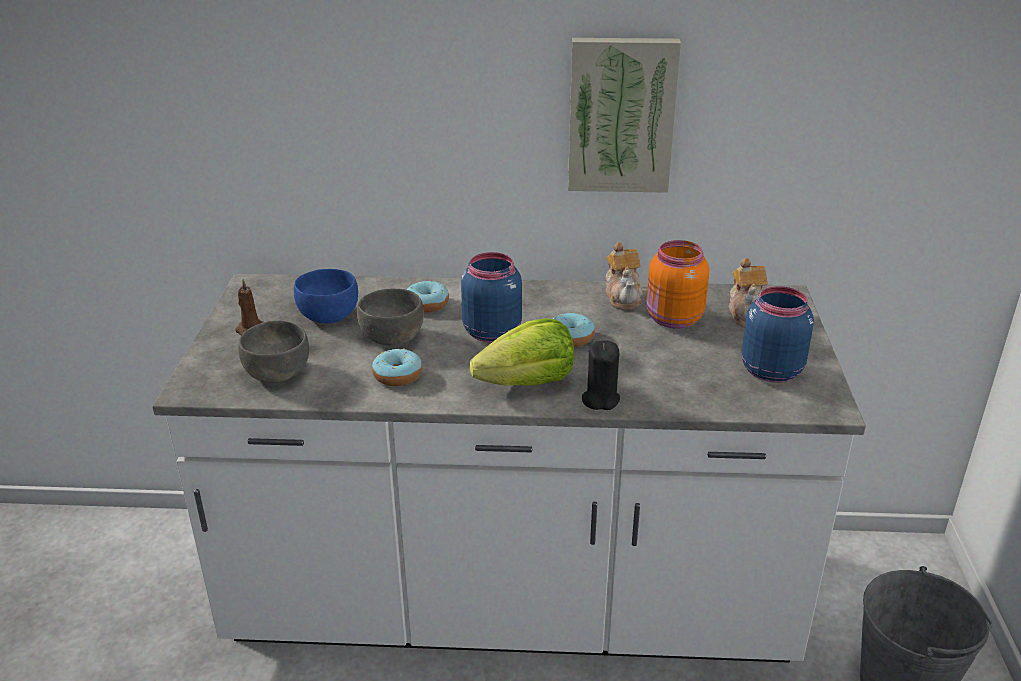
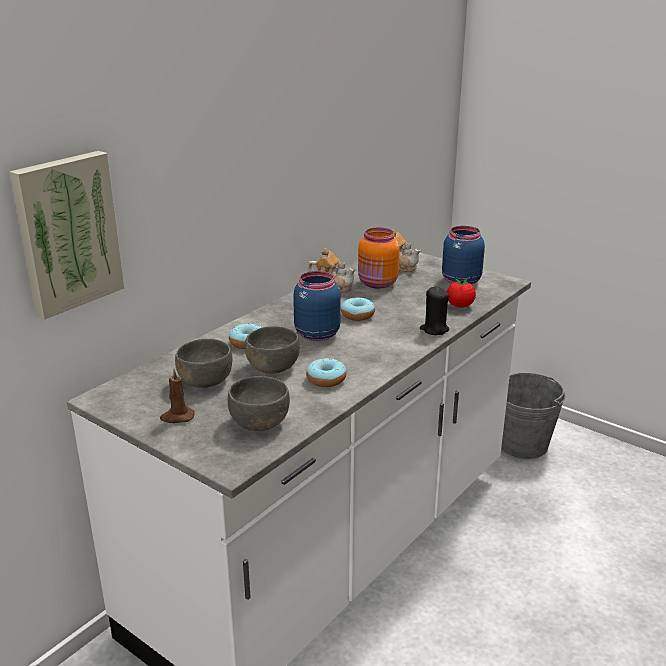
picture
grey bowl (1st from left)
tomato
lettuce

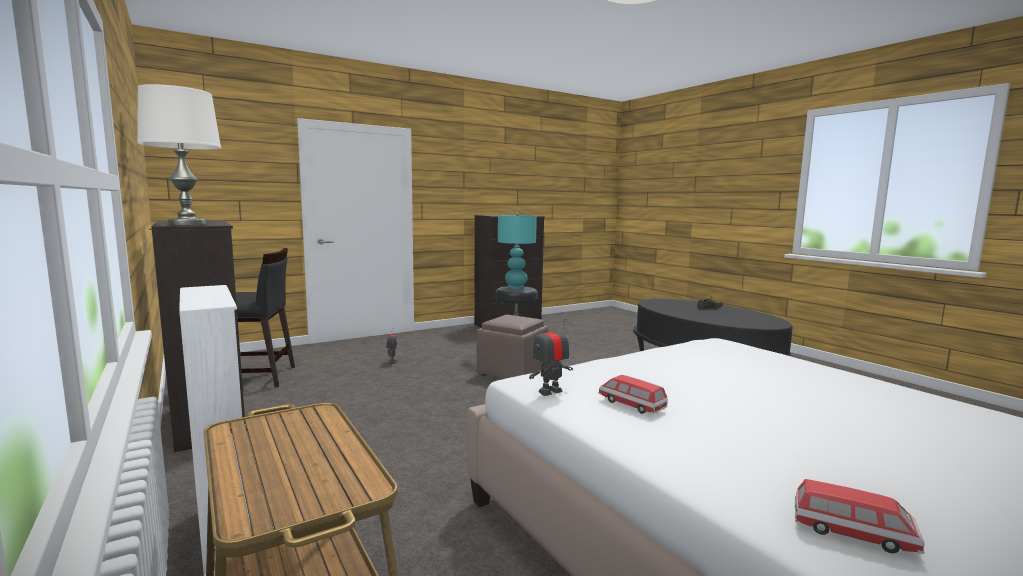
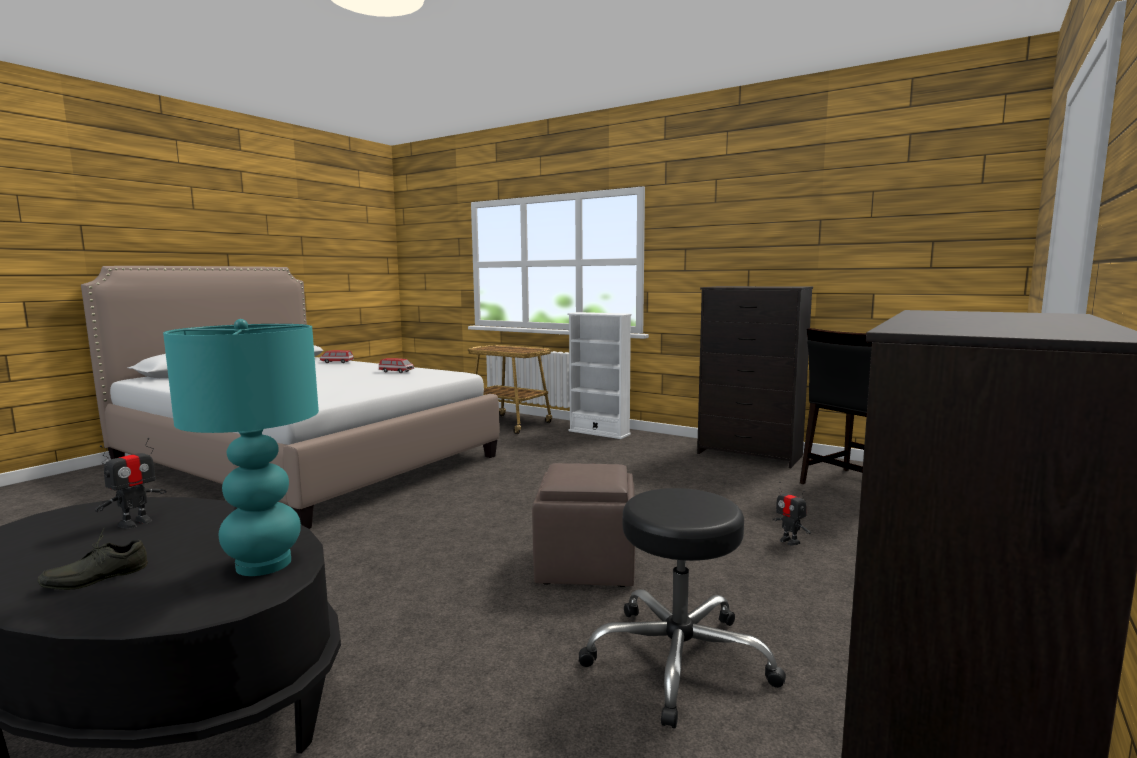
toy robot (1st from left)
turquoise table lamp
white table lamp

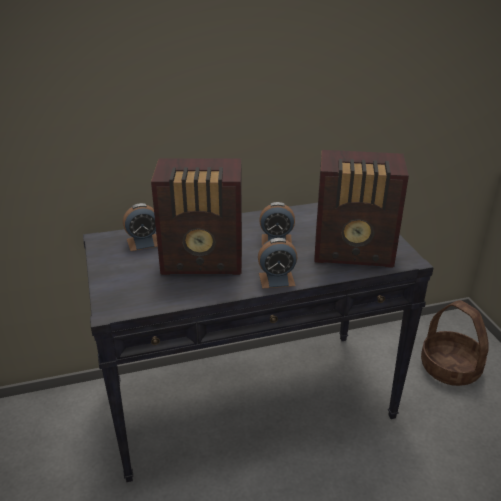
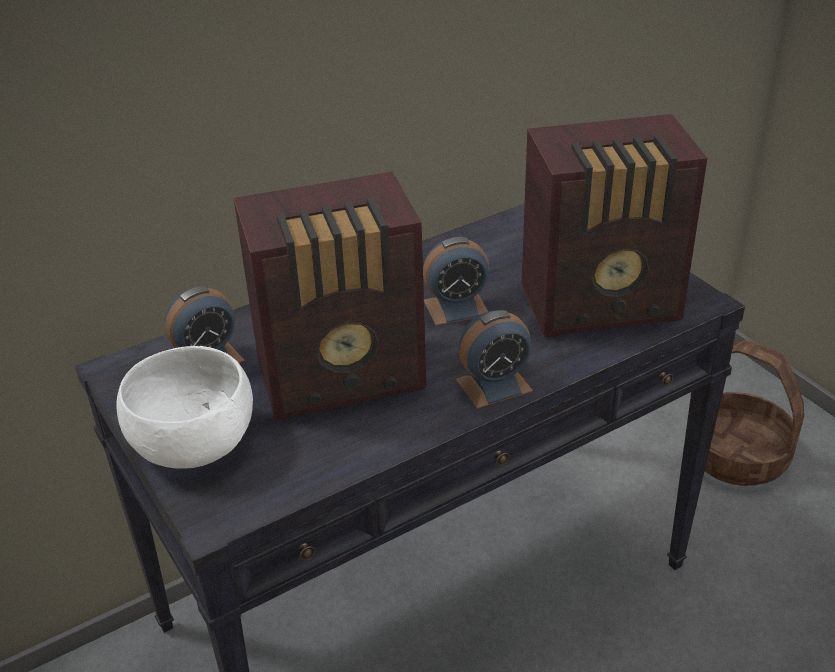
white bowl

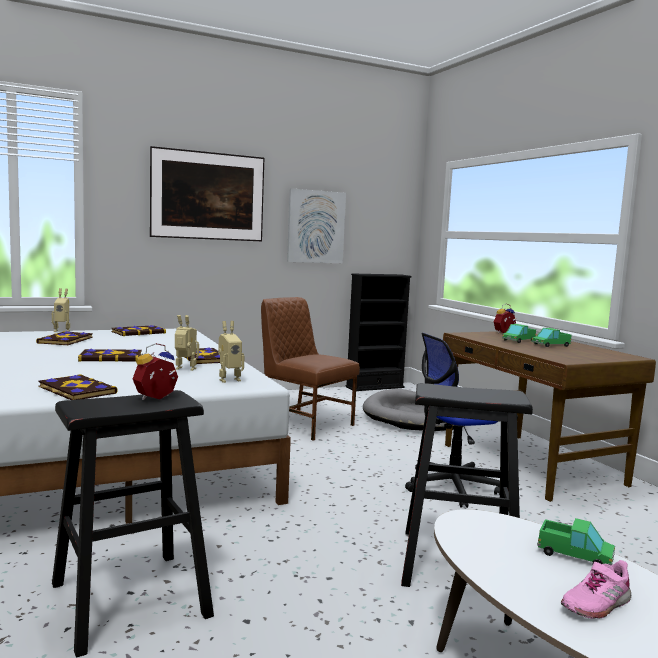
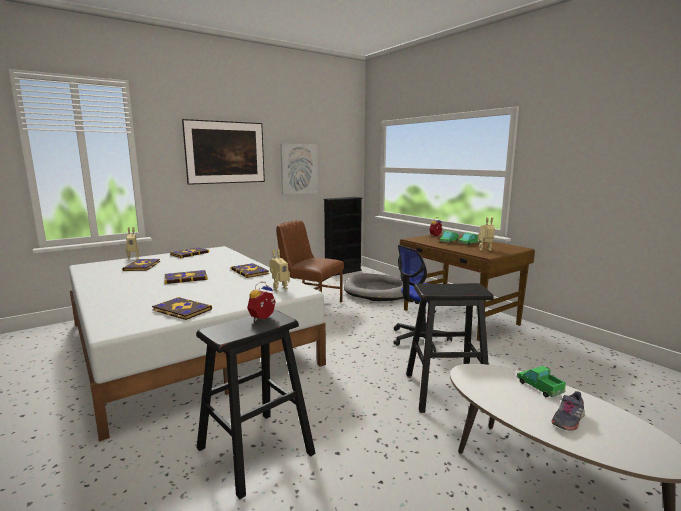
toy robot (3rd from left)
toy truck (3rd from left)
grey shoe

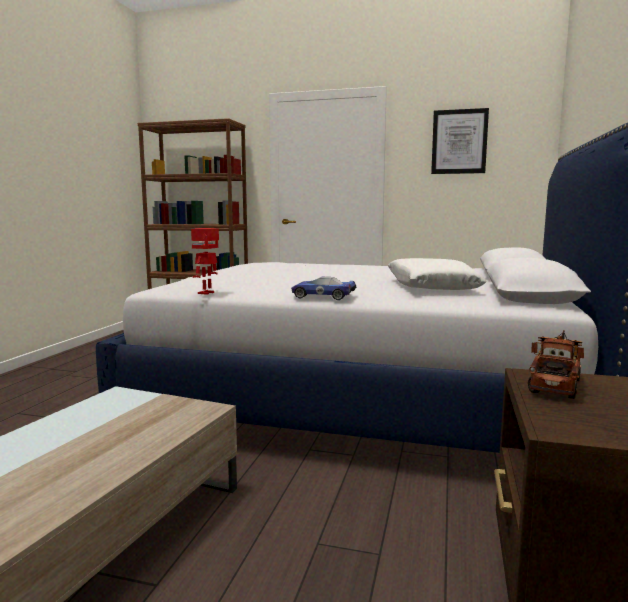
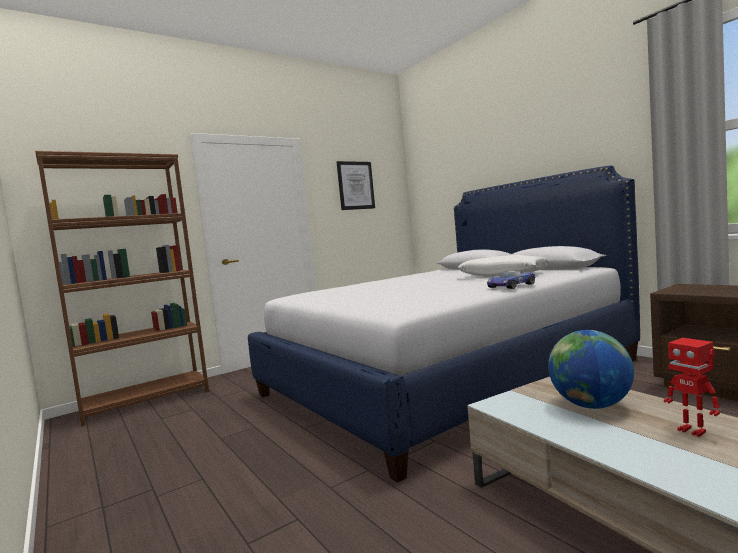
globe
toy robot
toy truck

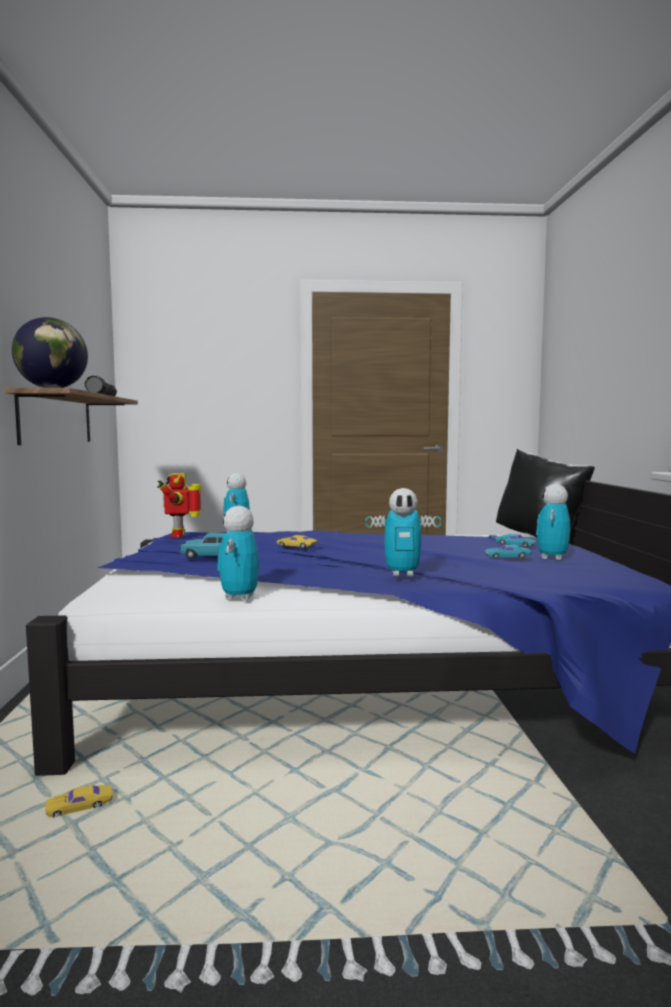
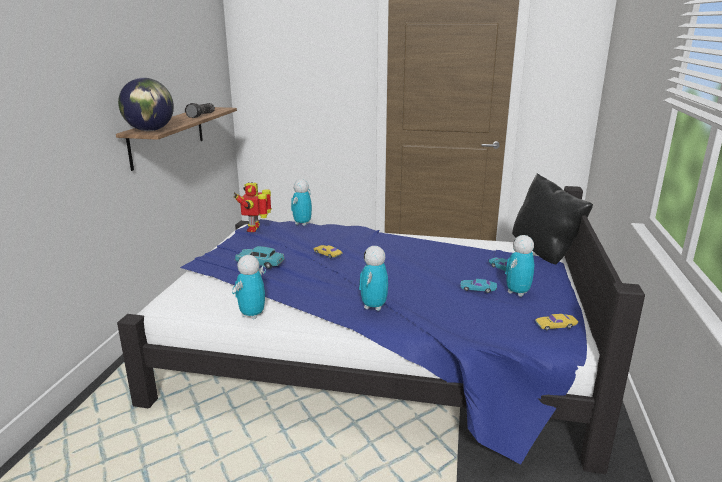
toy robot (4th from left)
yellow toy car (2nd from left)

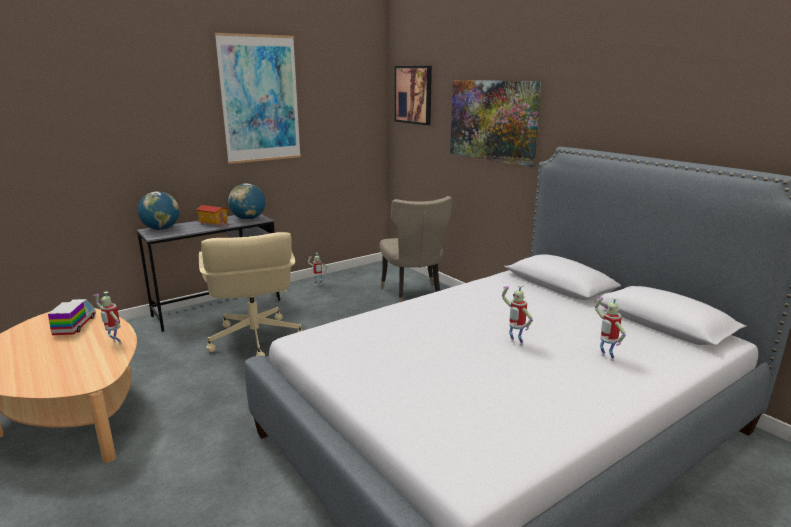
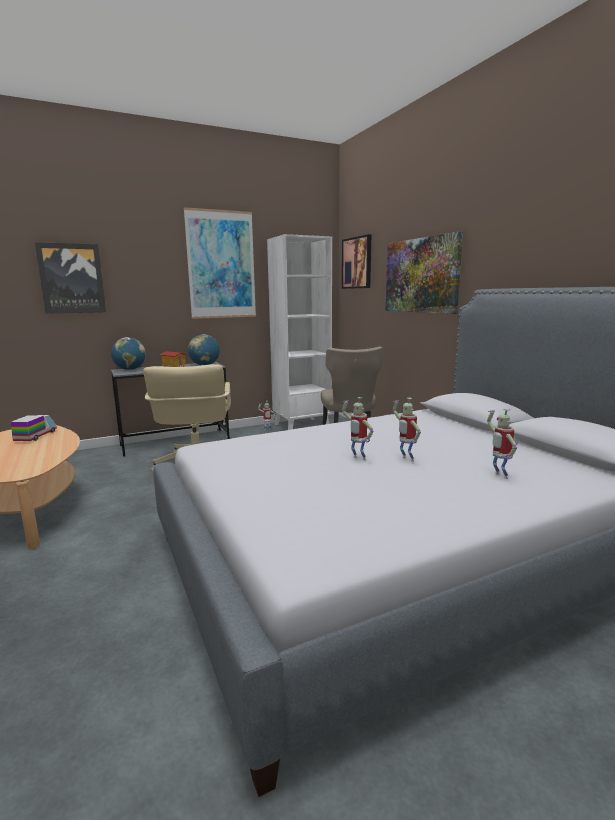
picture (1st from left)
white bookcase
toy robot (2nd from left)

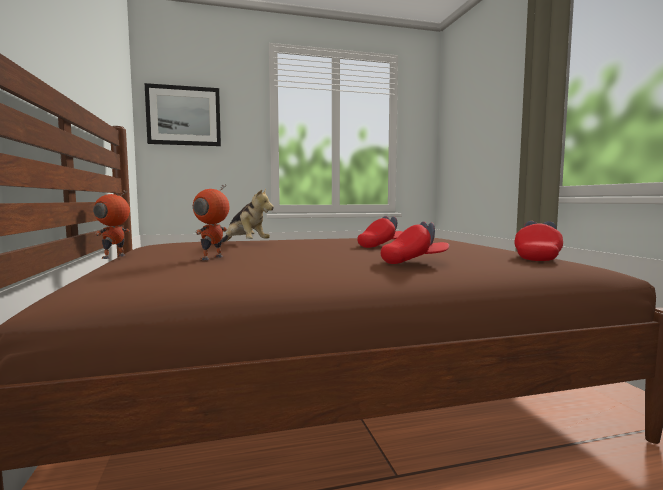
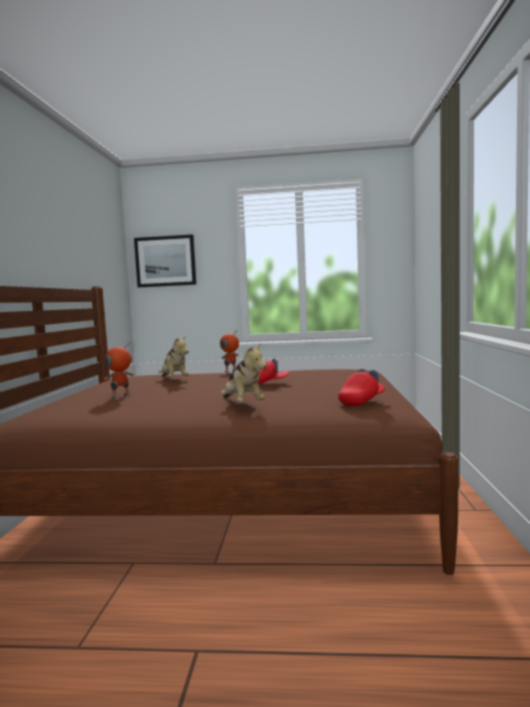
toy robot (2nd from left)
plush toy (2nd from left)

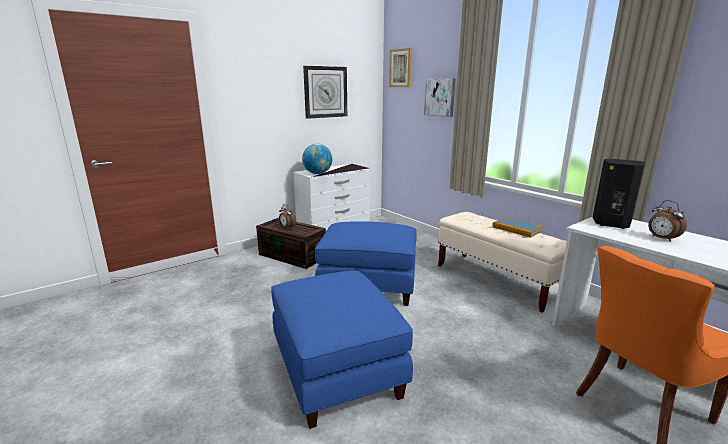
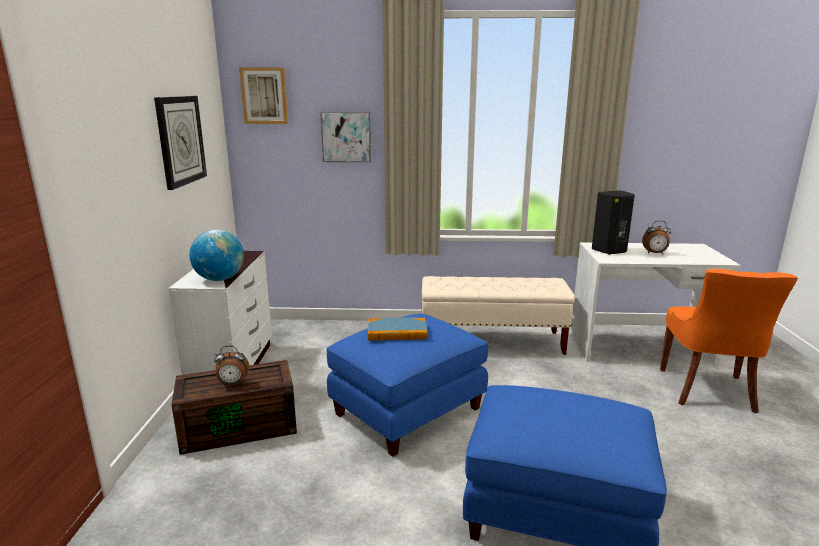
book

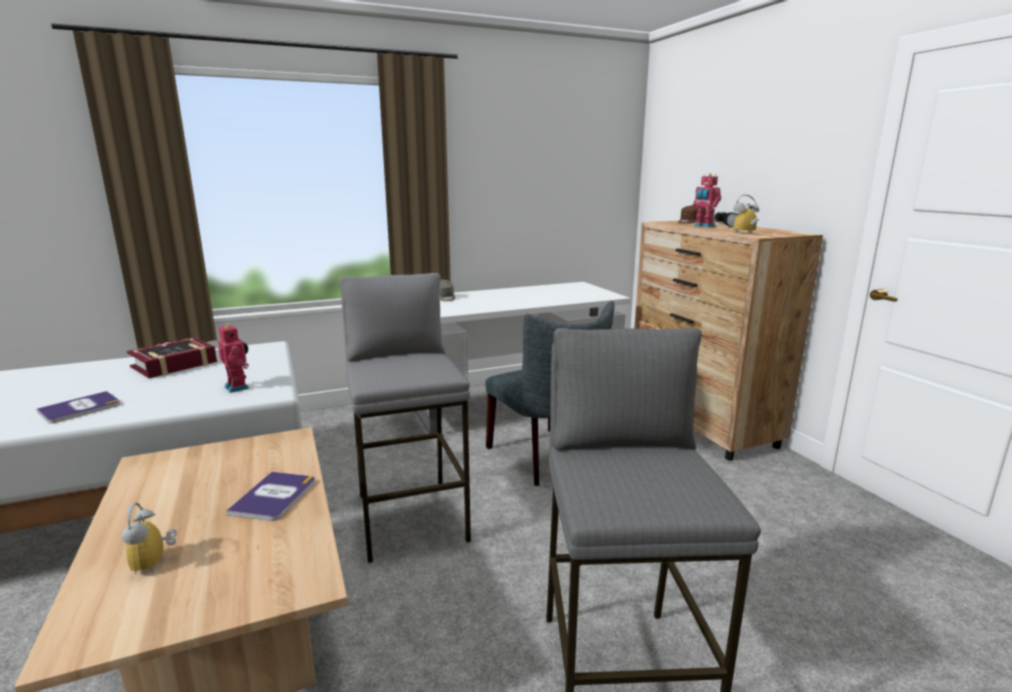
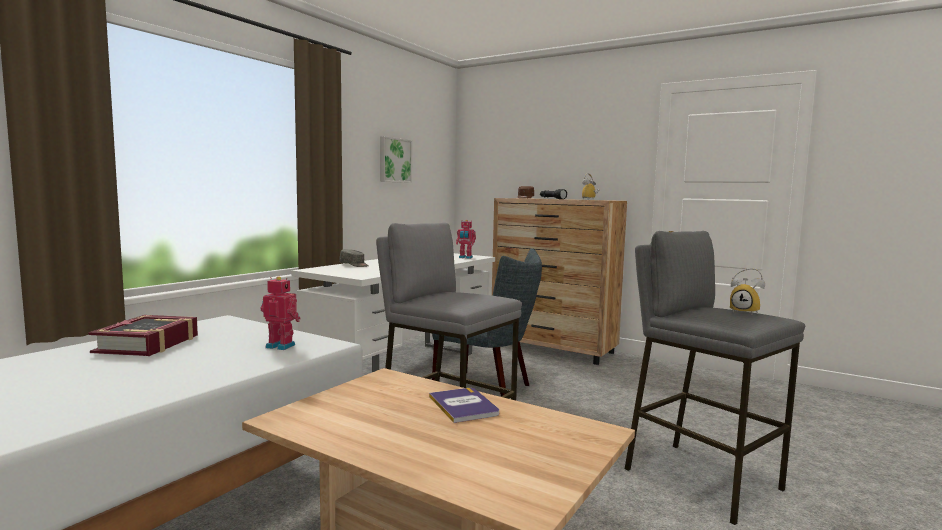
picture
toy robot (2nd from left)
alarm clock (2nd from left)
book (1st from left in the first image)

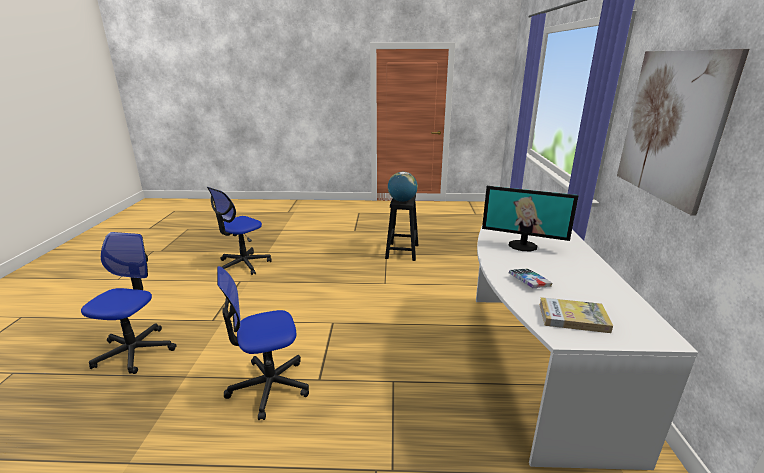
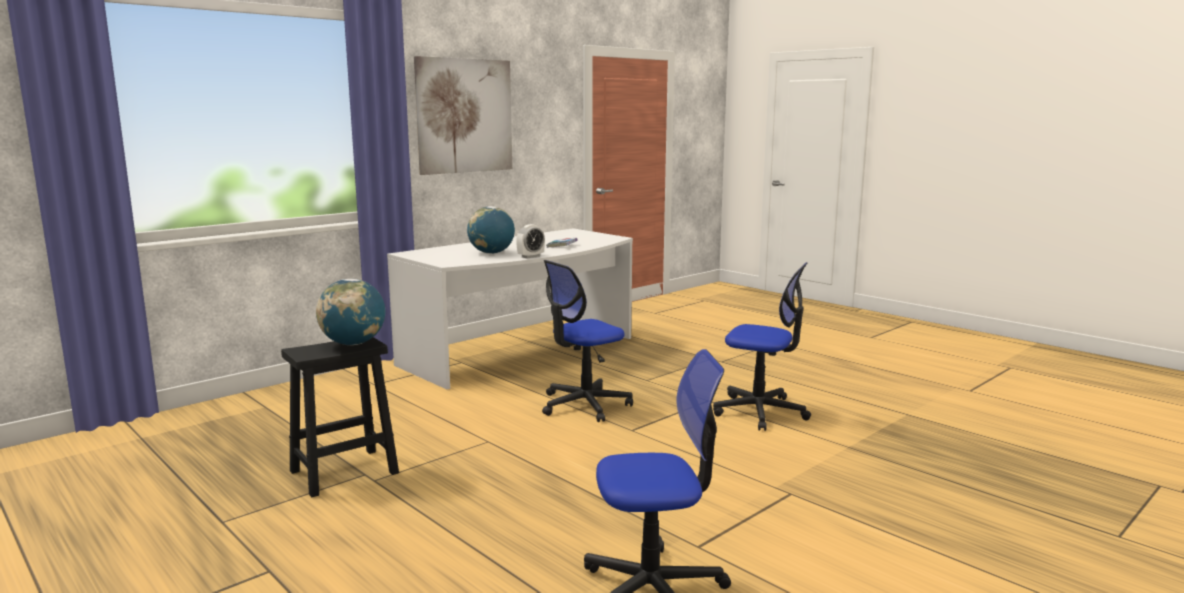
globe (2nd from left)
alarm clock
office chair (1st from left)
book (2nd from left in the first image)

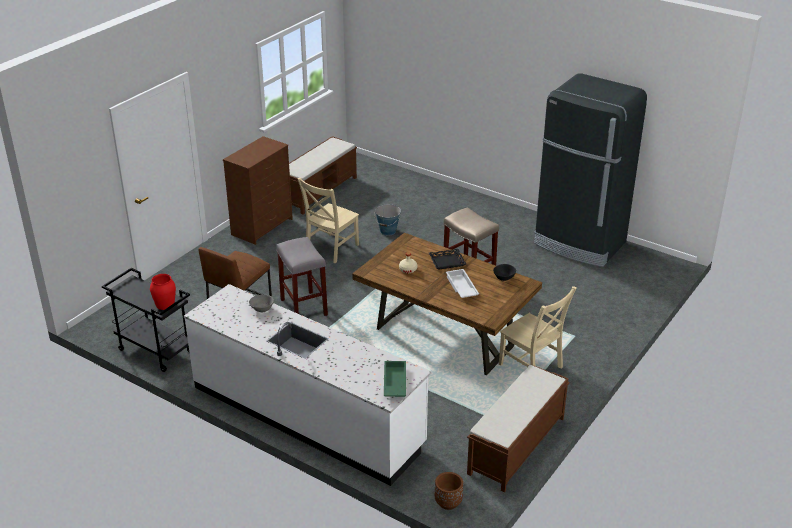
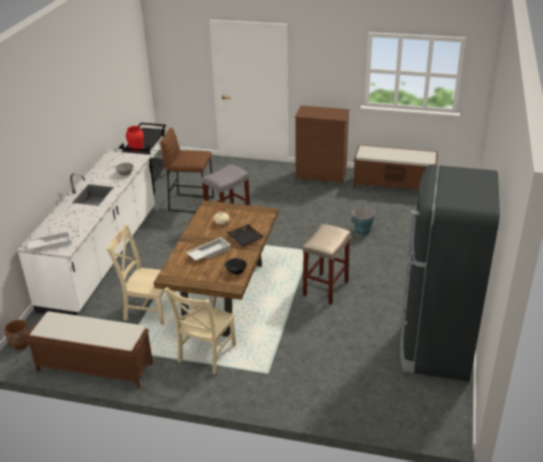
white tray (1st from left)
beige chair (1st from left)

